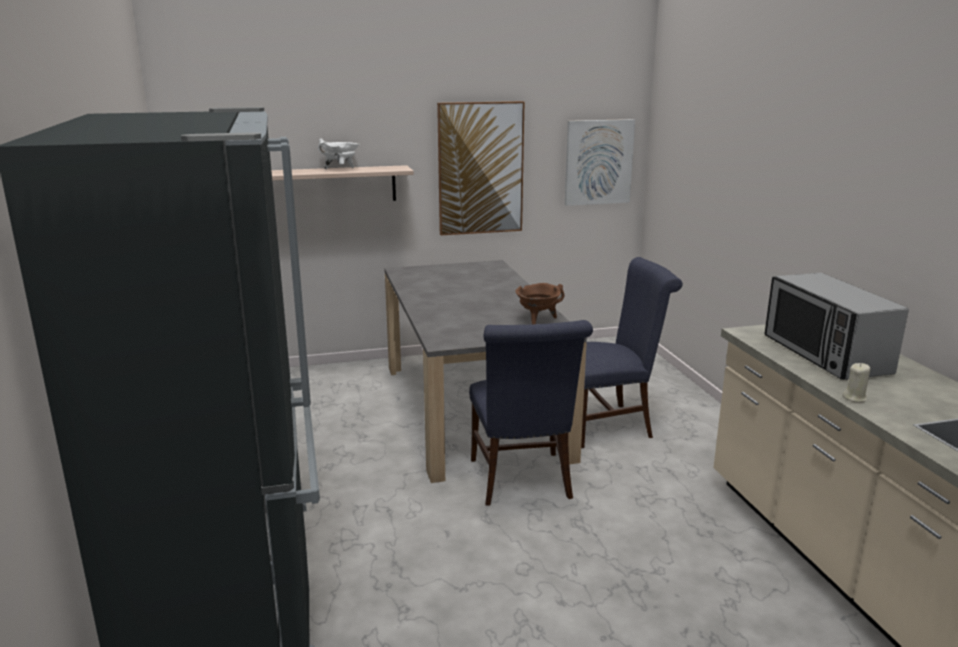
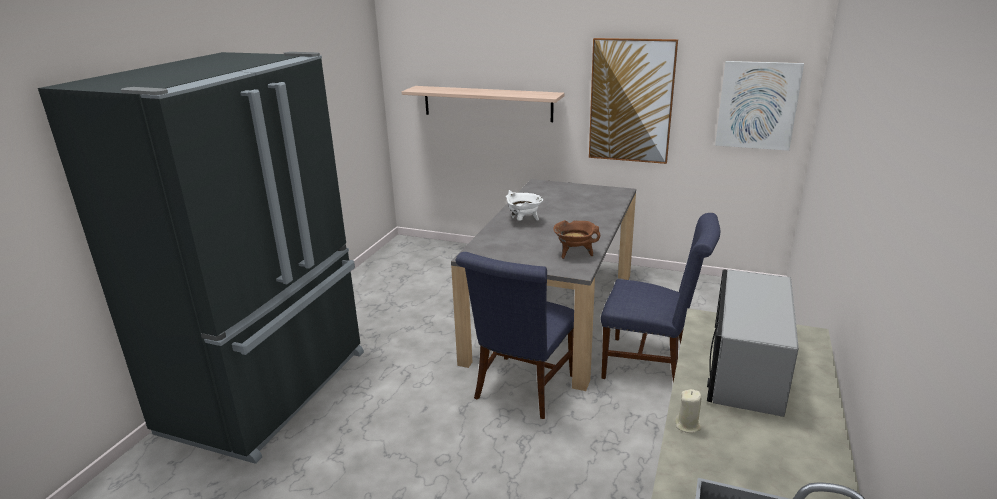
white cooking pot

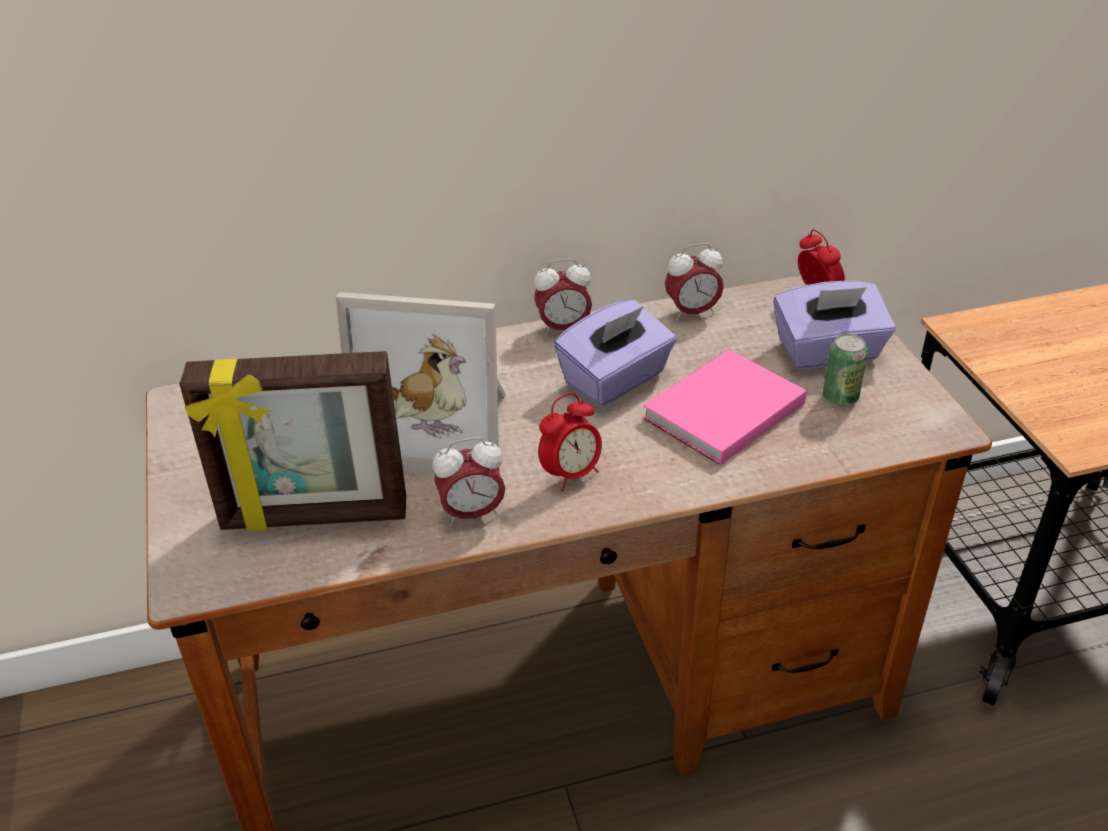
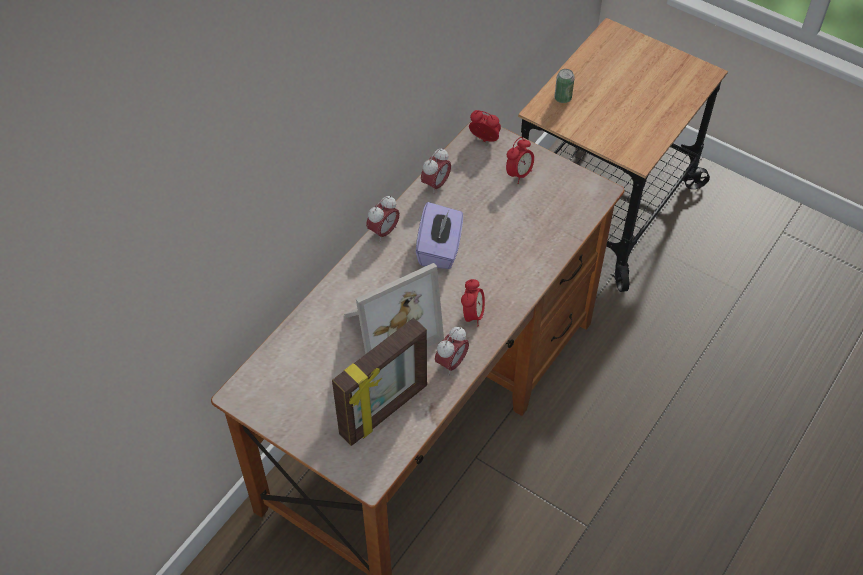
alarm clock (6th from left)
can
pink book

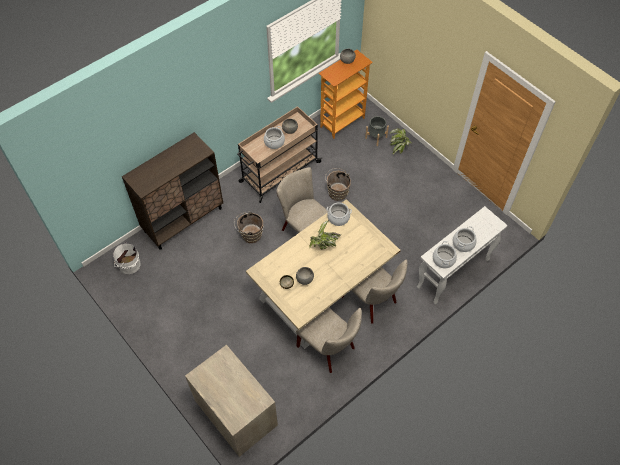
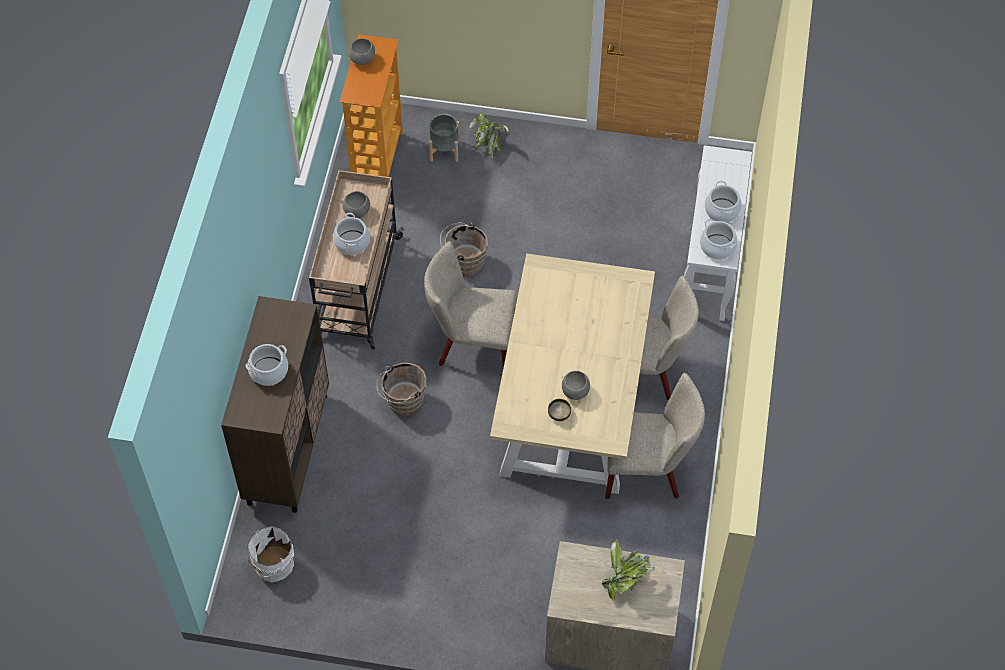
cooking pot (1st from left)
potted plant (2nd from left)

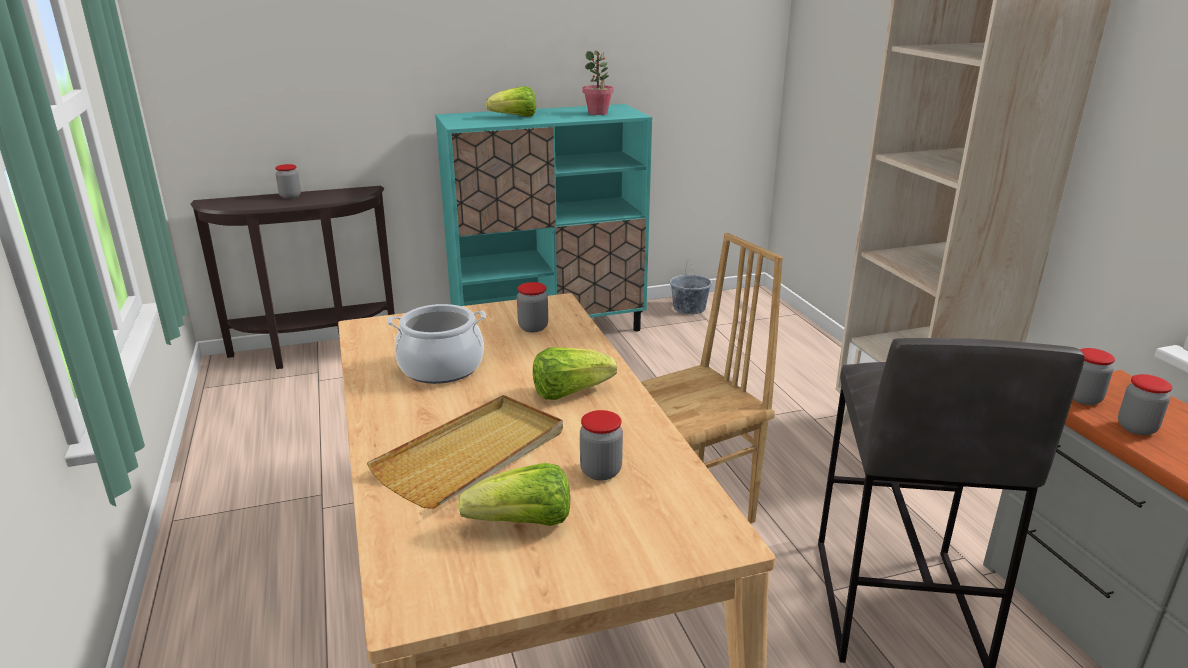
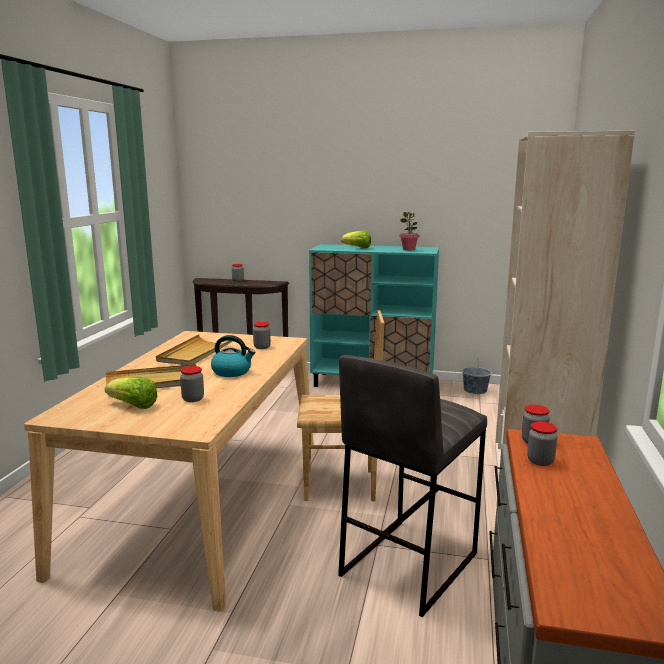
beige tray (2nd from left)
kettle

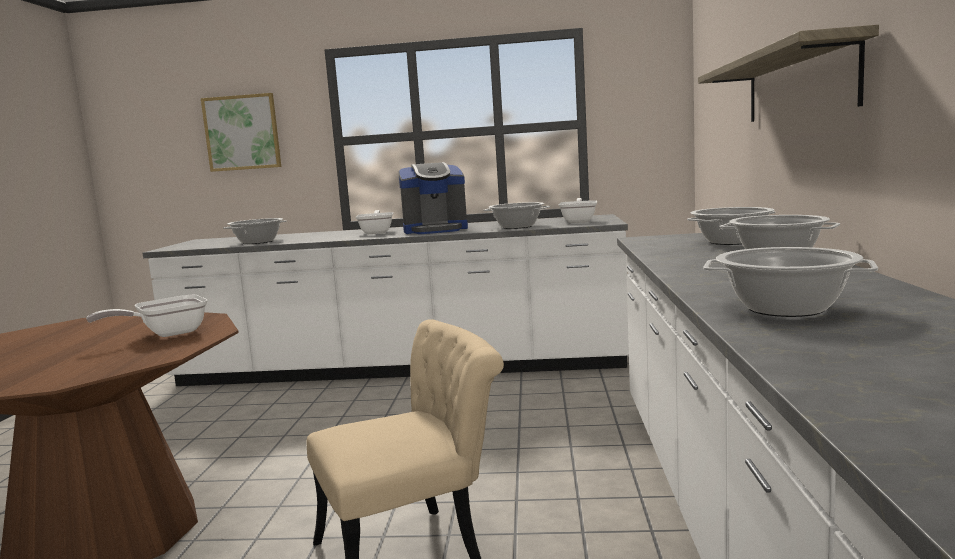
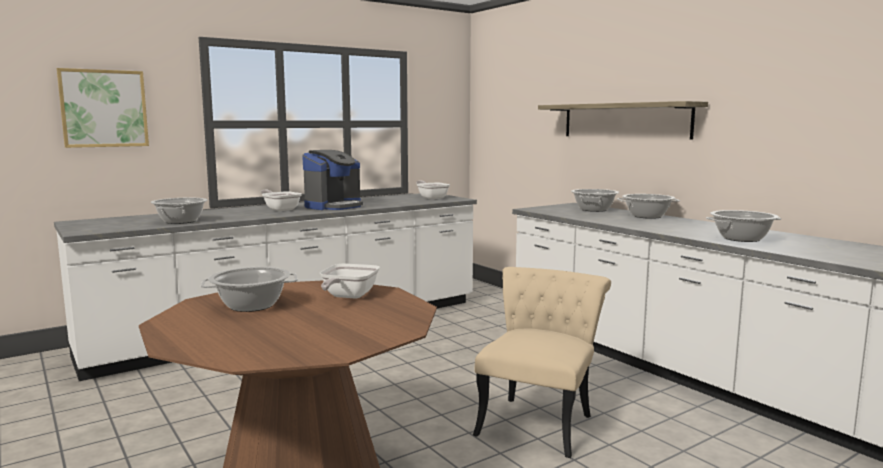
cooking pot (2nd from left)

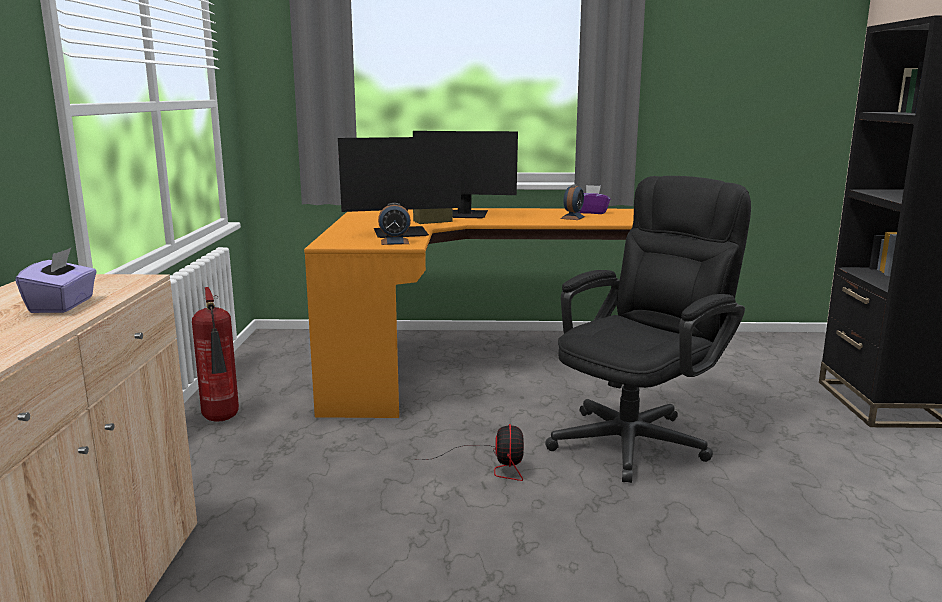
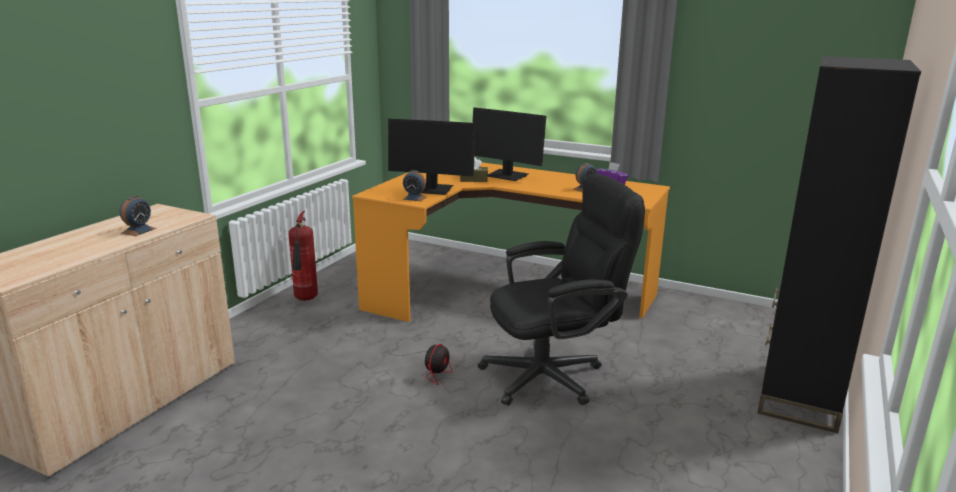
alarm clock (1st from left)

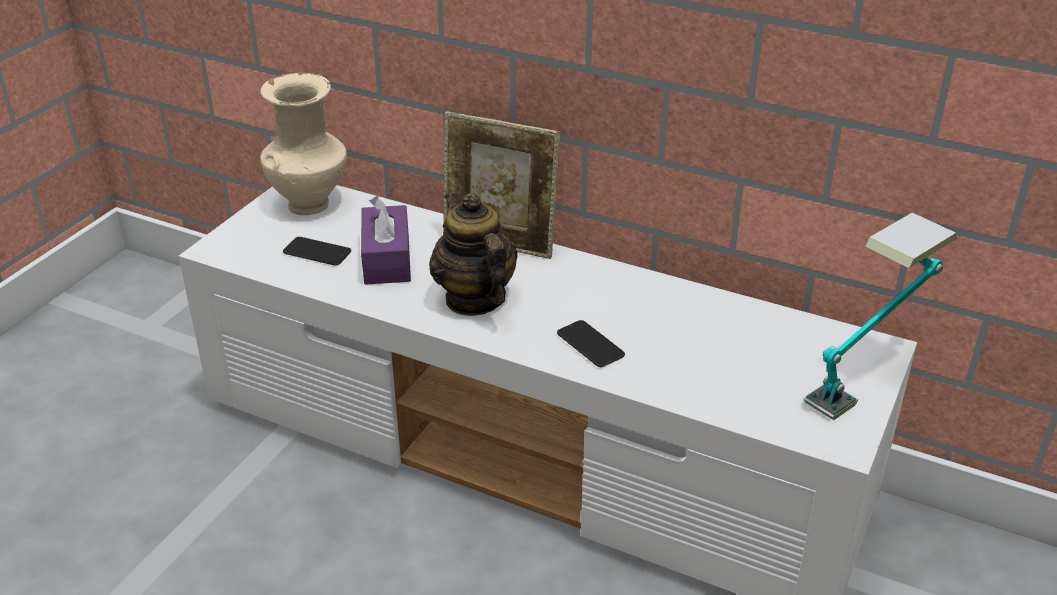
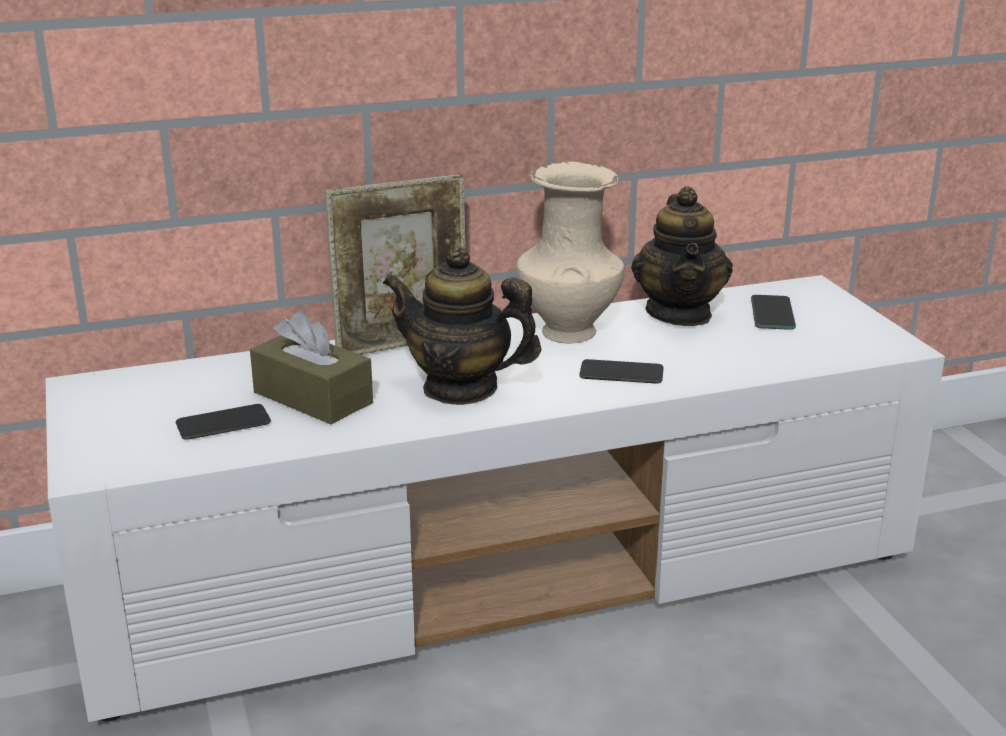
brown tissue box
beige vase
teapot (2nd from left)
phone (3rd from left)
table lamp

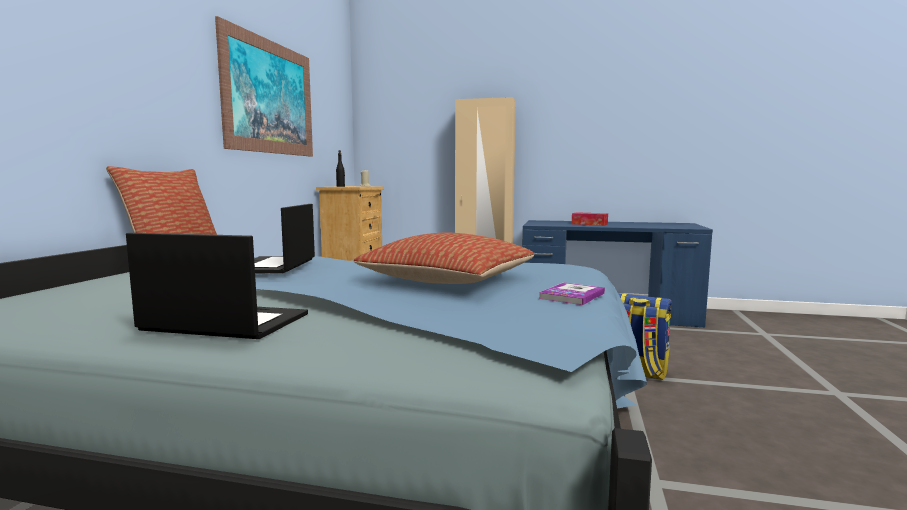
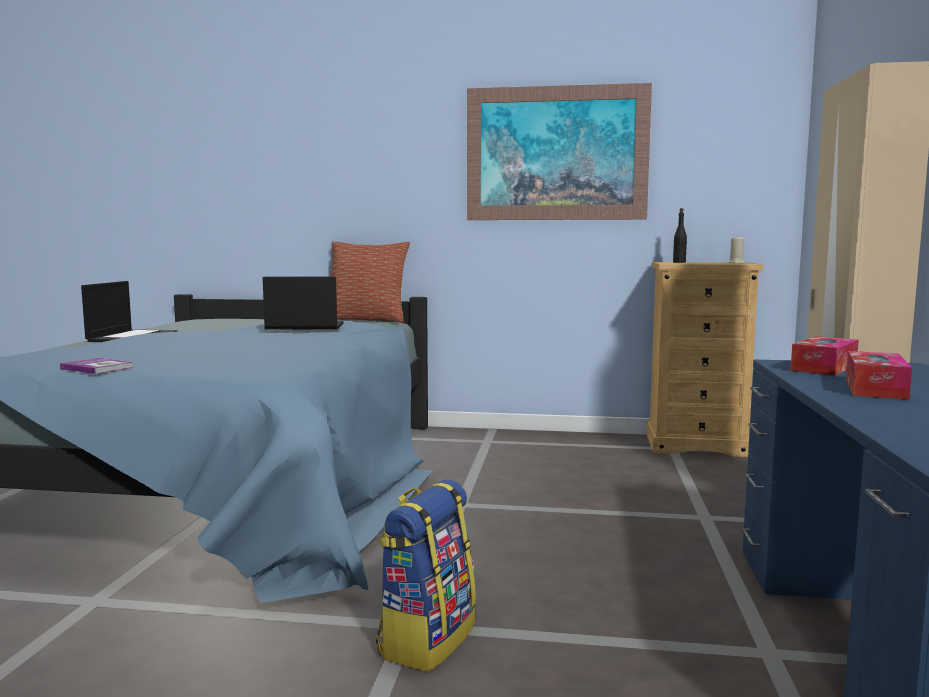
tissue box (1st from left)
pillow (2nd from left in the first image)

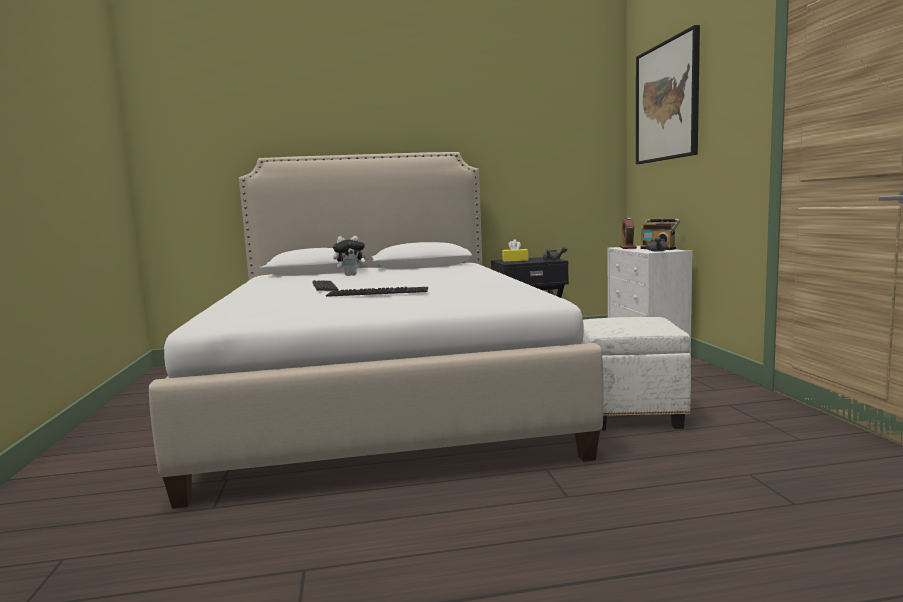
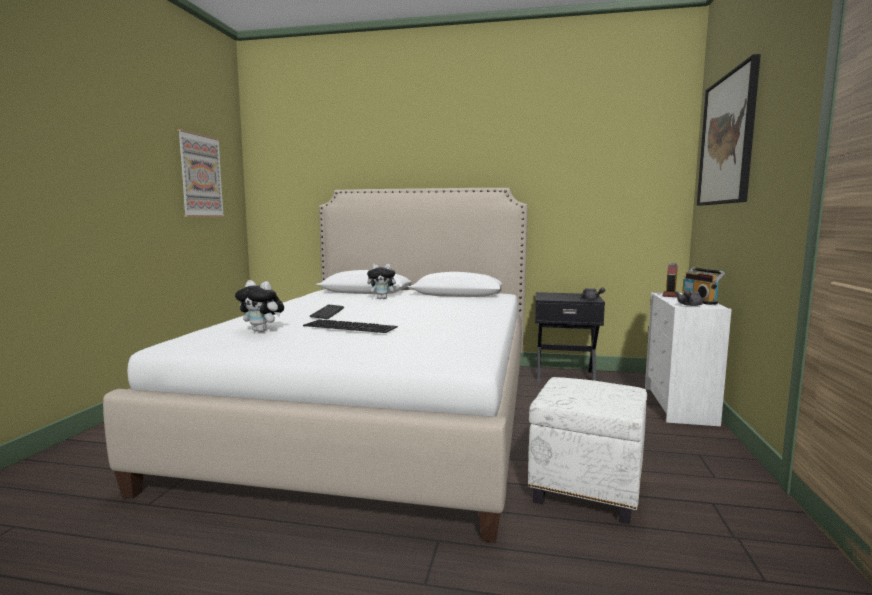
picture (1st from left)
plush toy (1st from left)
yellow tissue box

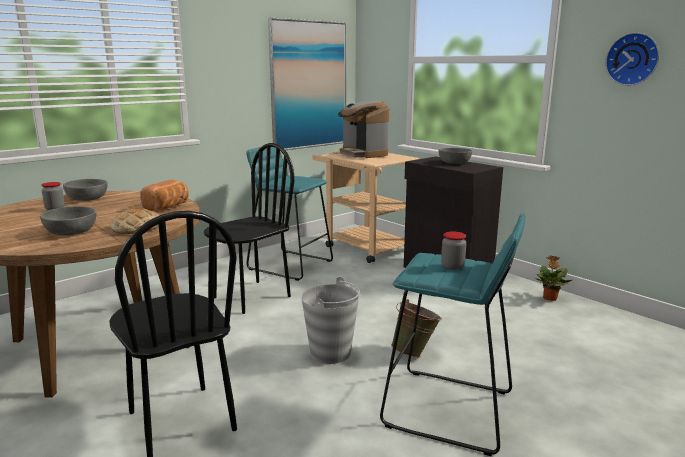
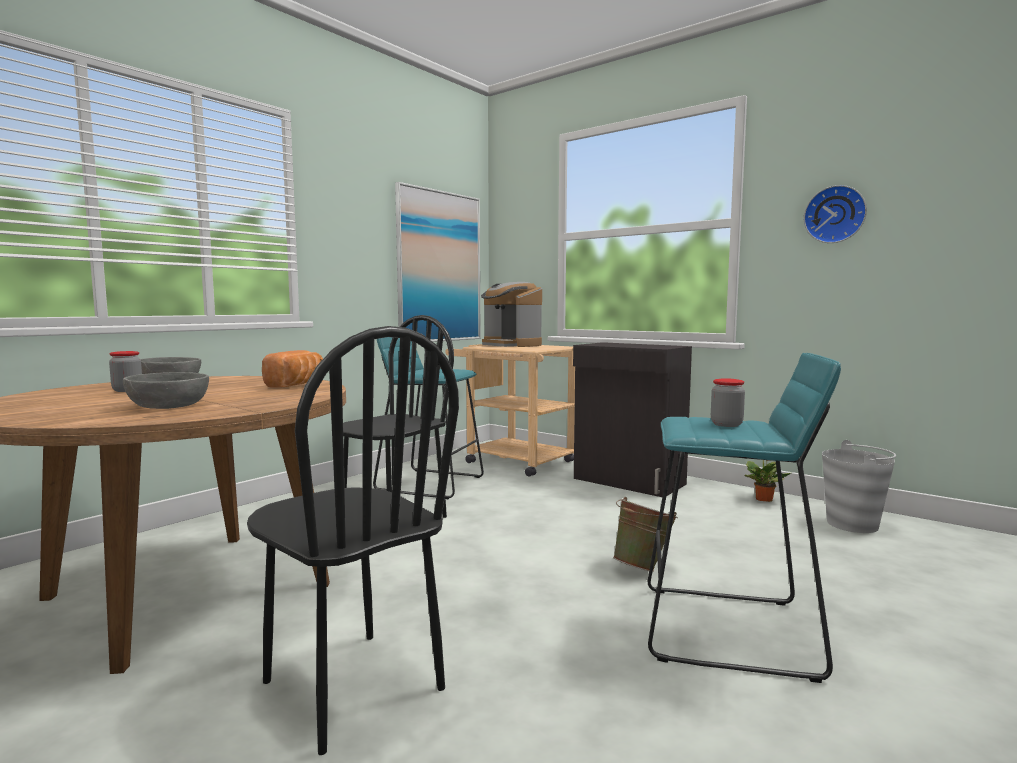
grey bucket
bread (1st from left in the first image)
grey bowl (3rd from left in the first image)

